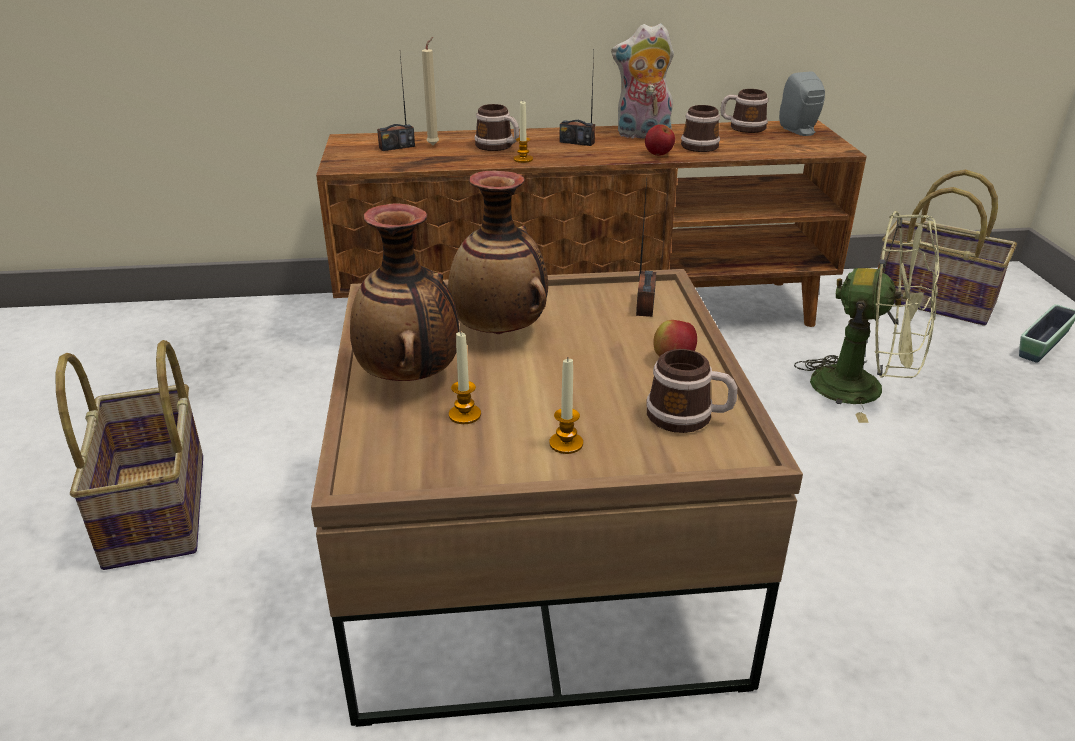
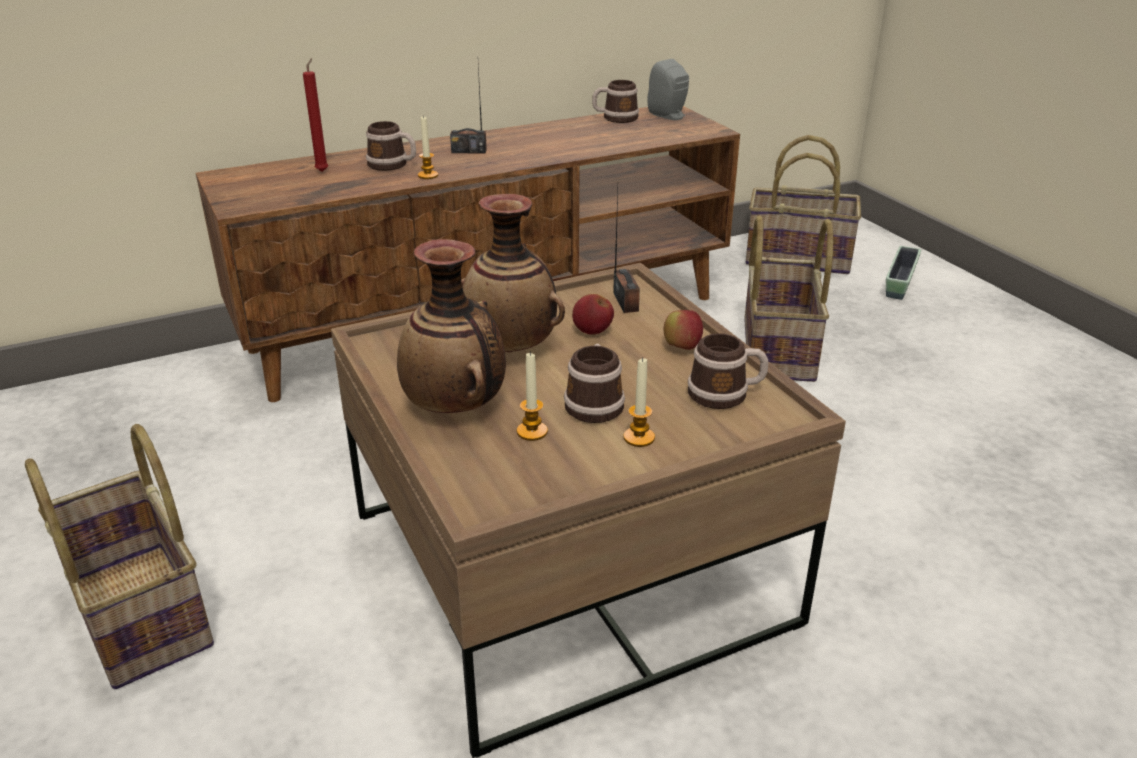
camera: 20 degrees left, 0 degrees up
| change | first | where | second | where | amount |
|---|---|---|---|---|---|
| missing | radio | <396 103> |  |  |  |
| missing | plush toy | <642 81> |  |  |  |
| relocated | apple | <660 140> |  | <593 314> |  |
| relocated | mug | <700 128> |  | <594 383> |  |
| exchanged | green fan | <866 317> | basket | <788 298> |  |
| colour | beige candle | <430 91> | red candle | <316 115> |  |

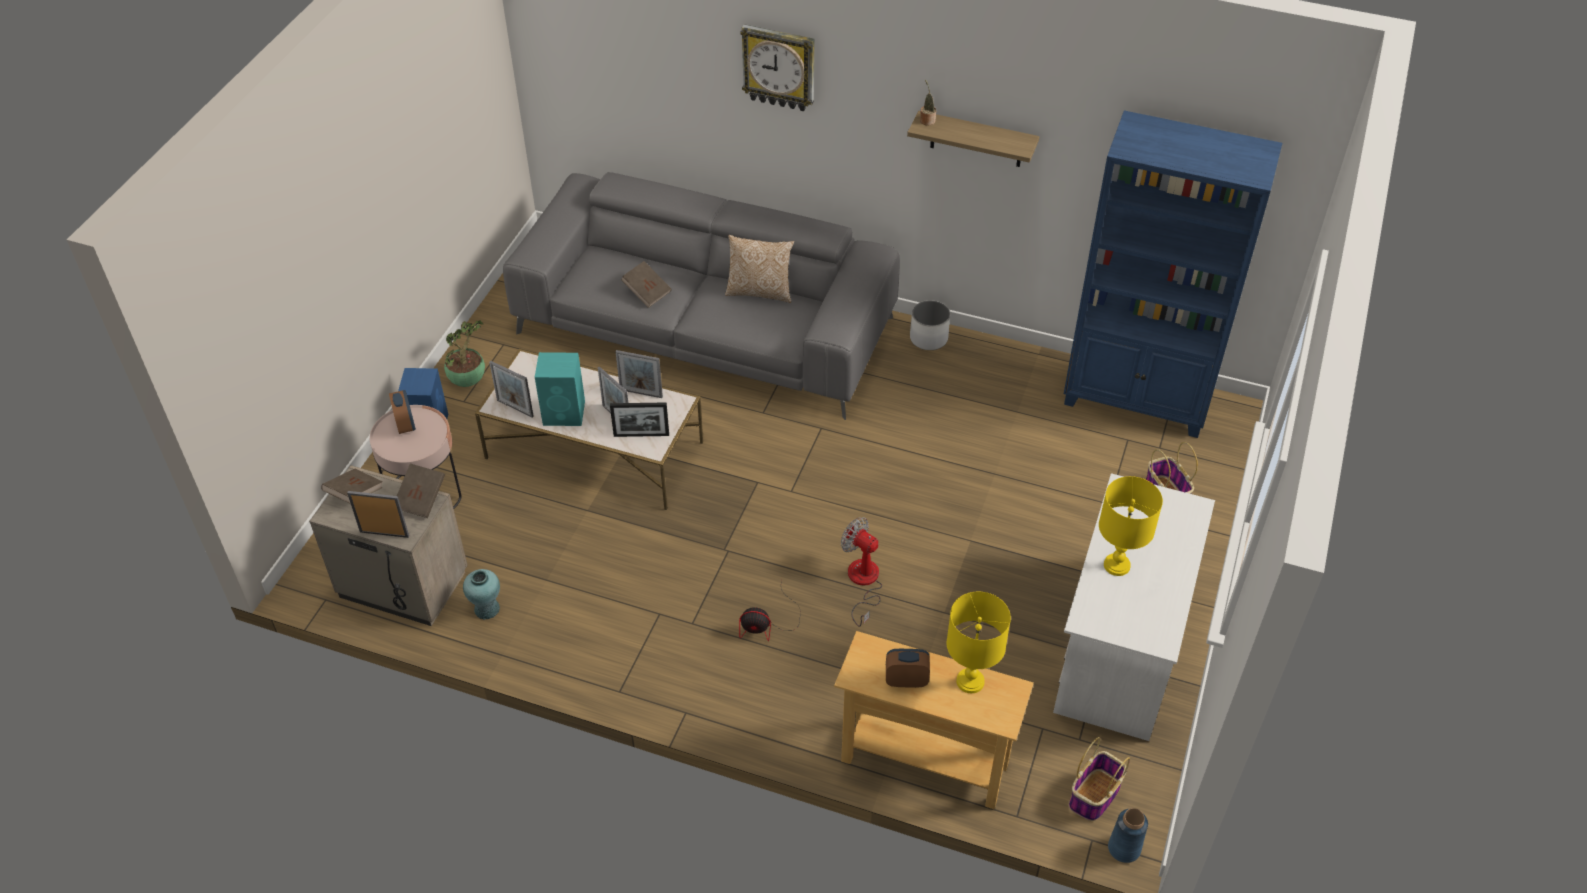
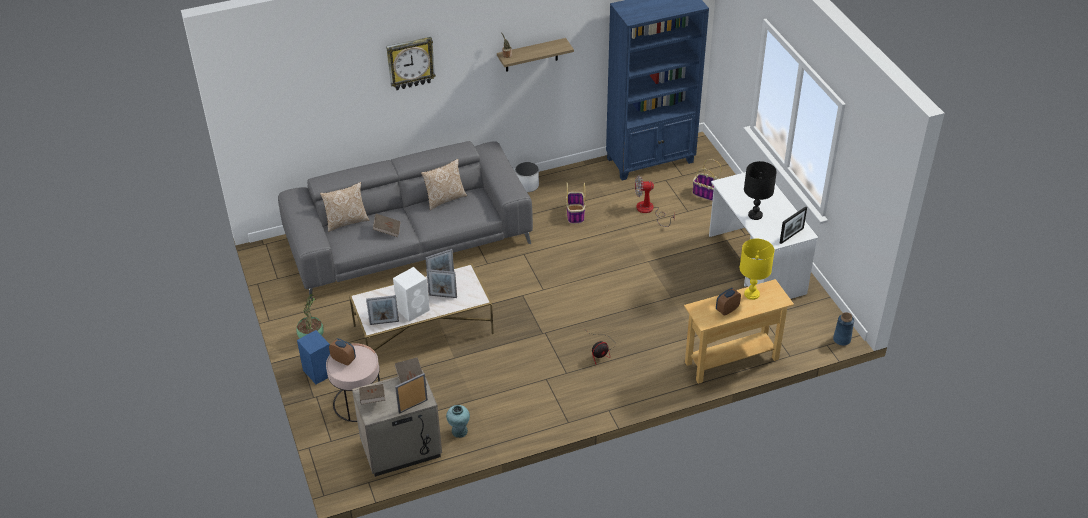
camera: 40 degrees left, 5 degrees down
| change | first | where | second | where | amount |
|---|---|---|---|---|---|
| appeared |  |  | pillow | <345 207> |  |
| relocated | picture frame | <639 419> |  | <793 225> |  |
| relocated | fan | <861 572> |  | <655 201> |  |
| relocated | basket | <1099 779> |  | <576 203> |  |
| colour | turquoise speaker | <560 389> | white speaker | <411 294> |  |
| colour | yellow table lamp | <1131 526> | black table lamp | <760 190> |  |

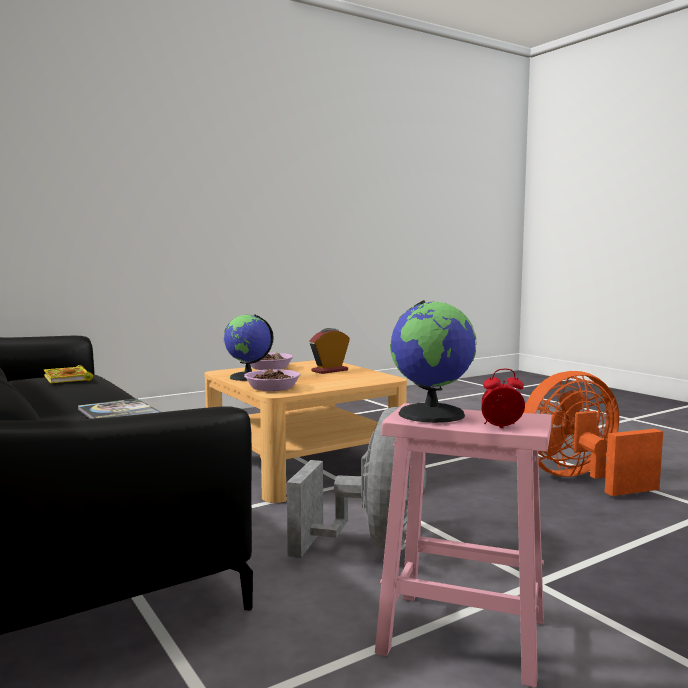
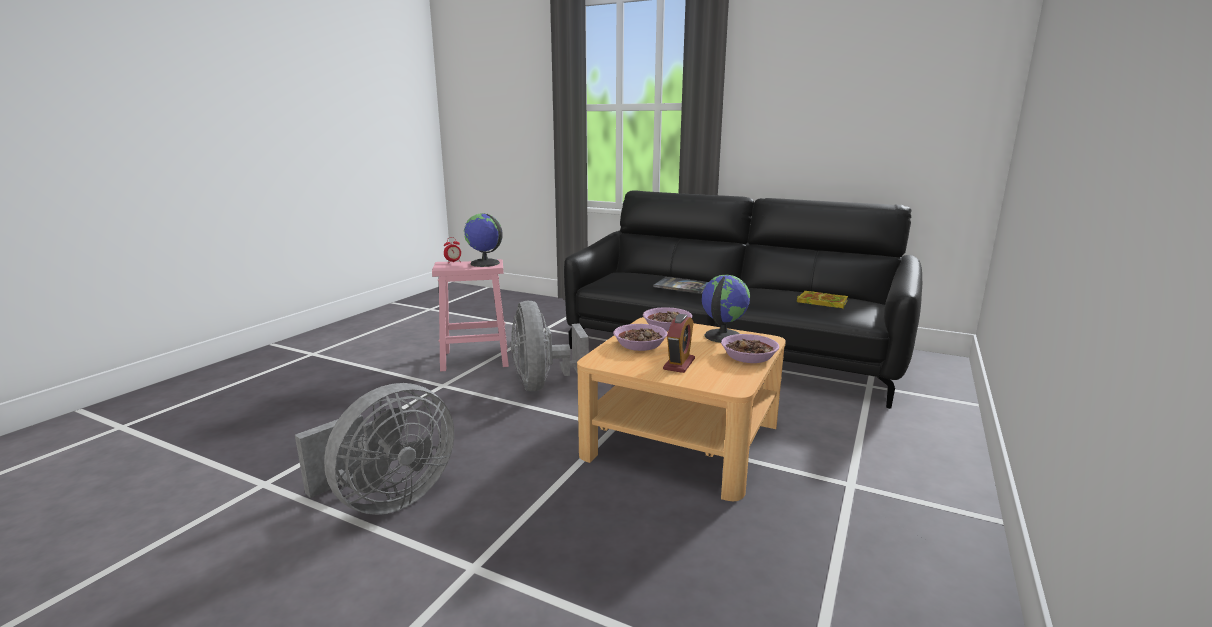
camera: 150 degrees right, 10 degrees up
| change | first | where | second | where | amount |
|---|---|---|---|---|---|
| appeared |  |  | bowl | <640 337> |  |
| colour | orange fan | <593 433> | grey fan | <374 449> |  |

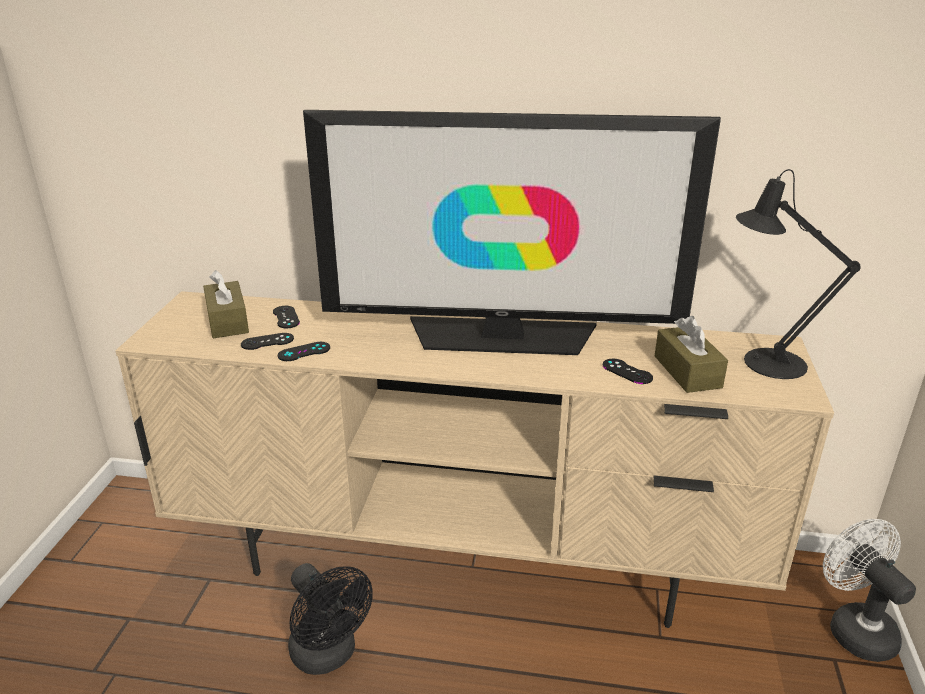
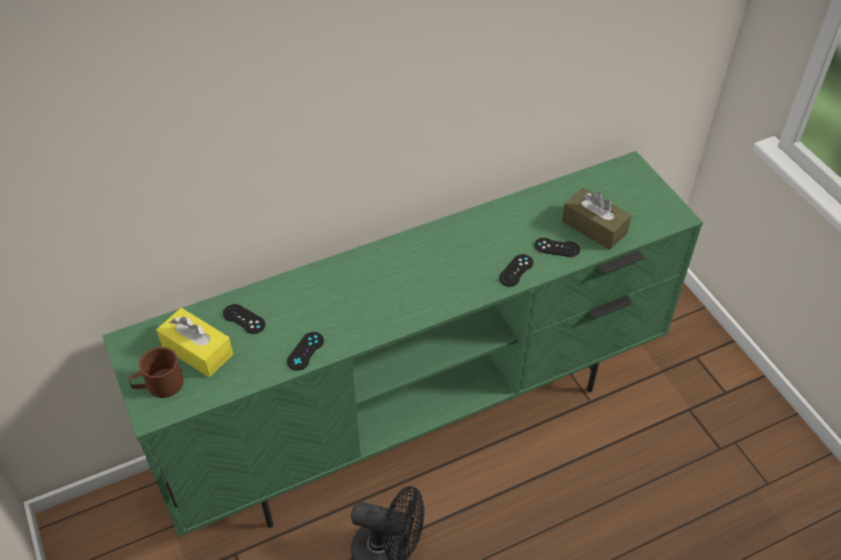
camera: 35 degrees left, 20 degrees up
| change | first | where | second | where | amount |
|---|---|---|---|---|---|
| missing | television | <512 232> |  |  |  |
| missing | black table lamp | <798 274> |  |  |  |
| missing | white fan | <869 590> |  |  |  |
| appeared |  |  | brown mug | <156 372> |  |
| relocated | black game controller | <267 341> |  | <516 270> |  |
| colour | beige tv stand | <474 459> | green tv stand | <403 344> |  |
| colour | brown tissue box | <226 304> | yellow tissue box | <194 342> |  |

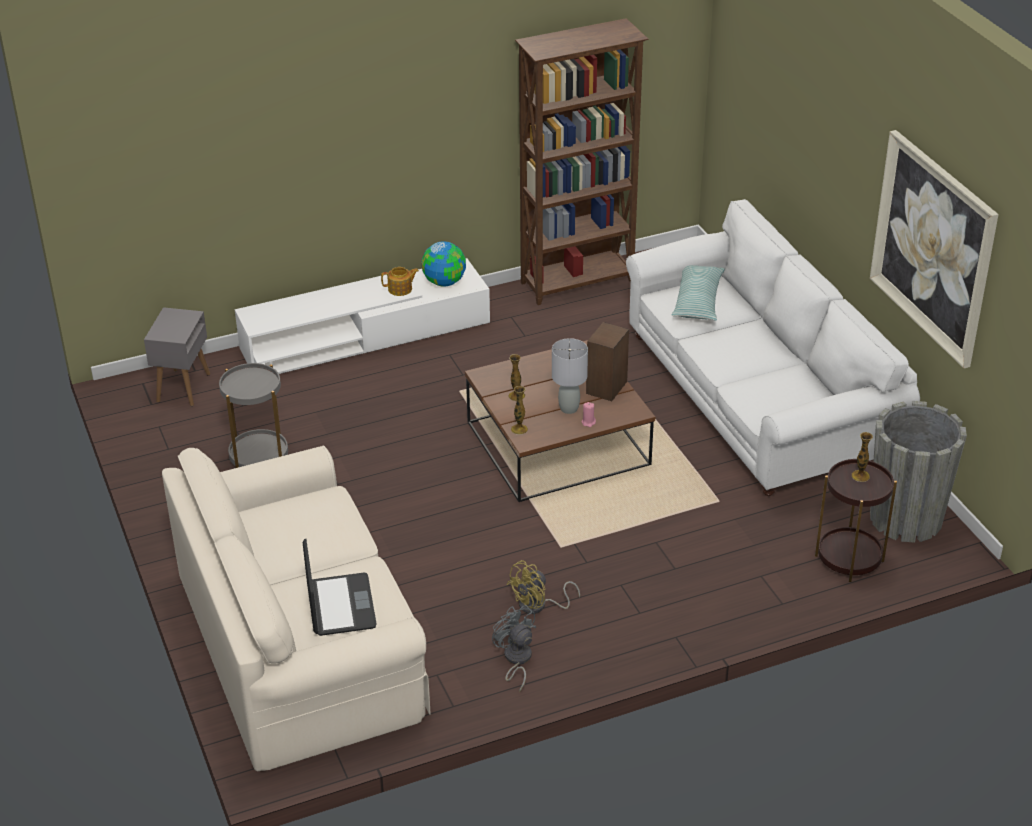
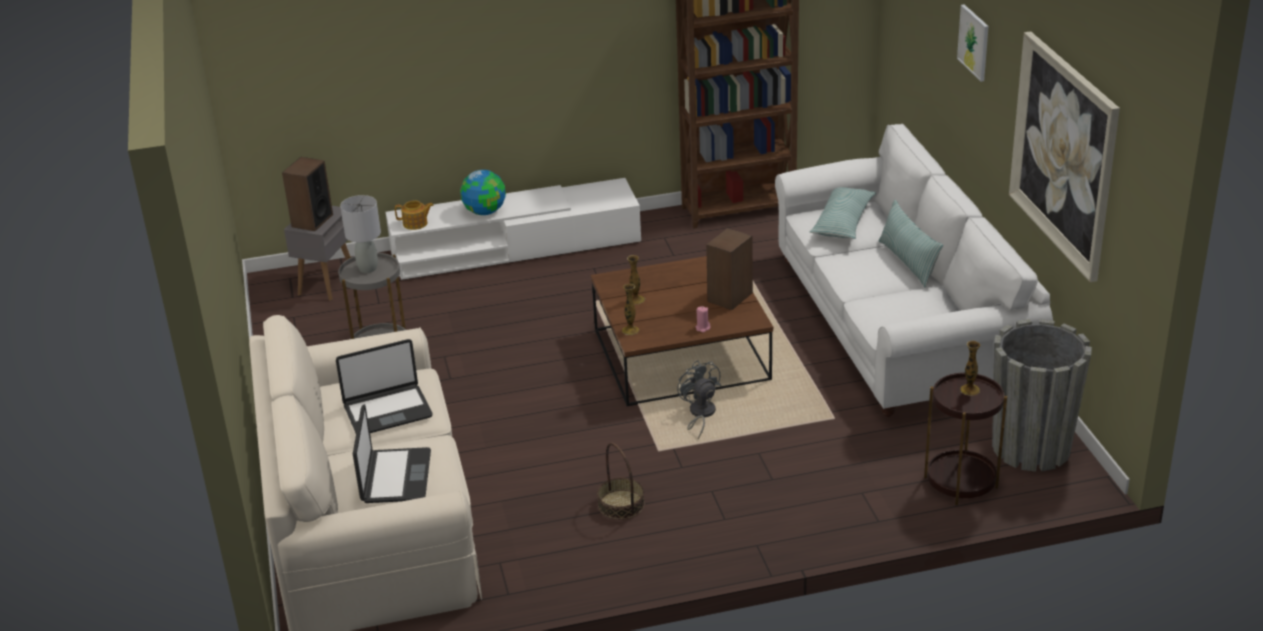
camera: 10 degrees right, 5 degrees down
| change | first | where | second | where | amount |
|---|---|---|---|---|---|
| appeared |  |  | speaker | <307 194> |  |
| appeared |  |  | laptop | <384 386> |  |
| appeared |  |  | pillow | <911 244> |  |
| appeared |  |  | picture | <973 43> |  |
| relocated | teapot | <400 281> |  | <414 215> |  |
| relocated | globe | <444 263> |  | <483 192> |  |
| relocated | grey fan | <514 648> |  | <699 399> |  |
| relocated | grey table lamp | <570 376> |  | <360 234> |  |
| exchanged | yellow fan | <543 587> | basket | <621 481> |  |

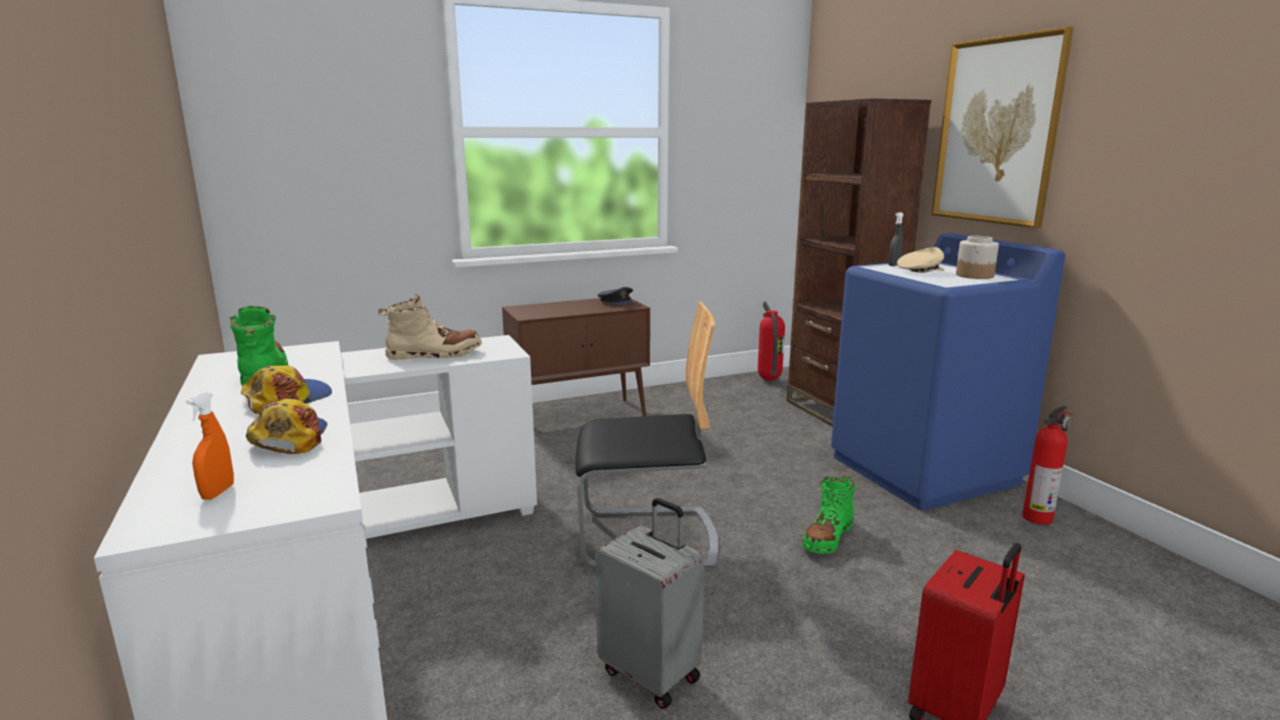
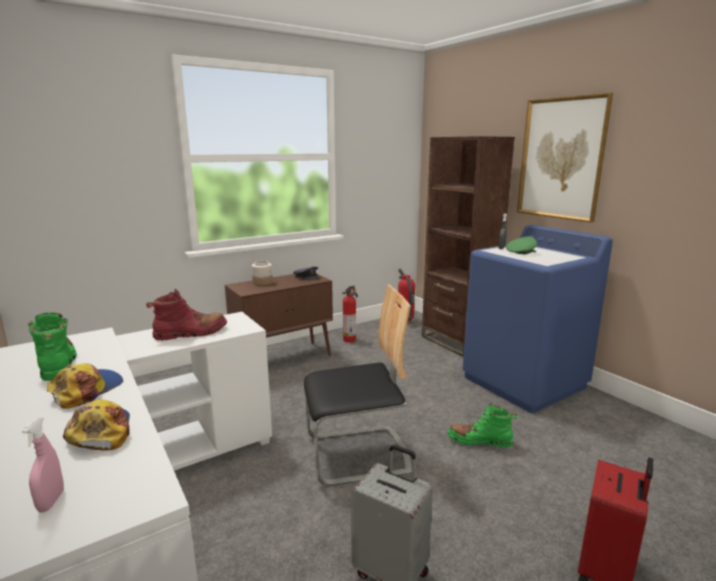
camera: 10 degrees left, 0 degrees up
| change | first | where | second | where | amount |
|---|---|---|---|---|---|
| relocated | jar | <977 257> |  | <262 272> |  |
| relocated | fire extinguisher | <1047 465> |  | <350 314> |  |
| colour | orange spray bottle | <210 446> | pink spray bottle | <43 465> |  |
| colour | beige boot | <430 327> | red boot | <186 315> |  |
| colour | beige cap | <920 260> | green cap | <521 245> |  |
| spun | green boot | <829 515> |  | <482 425> | 75 degrees clockwise |

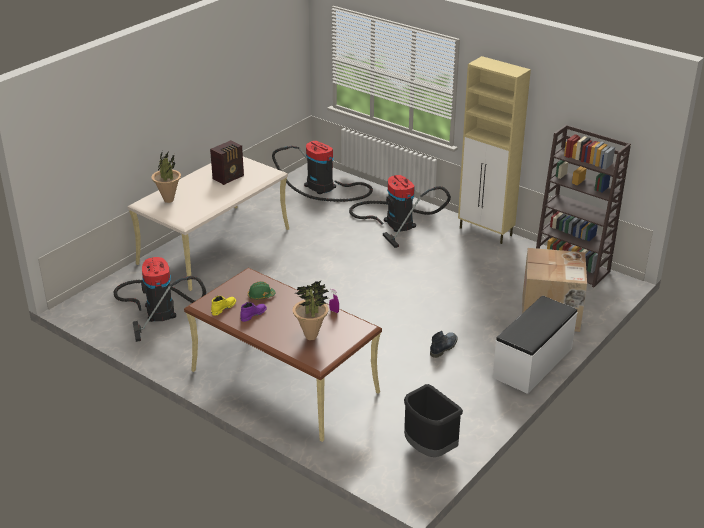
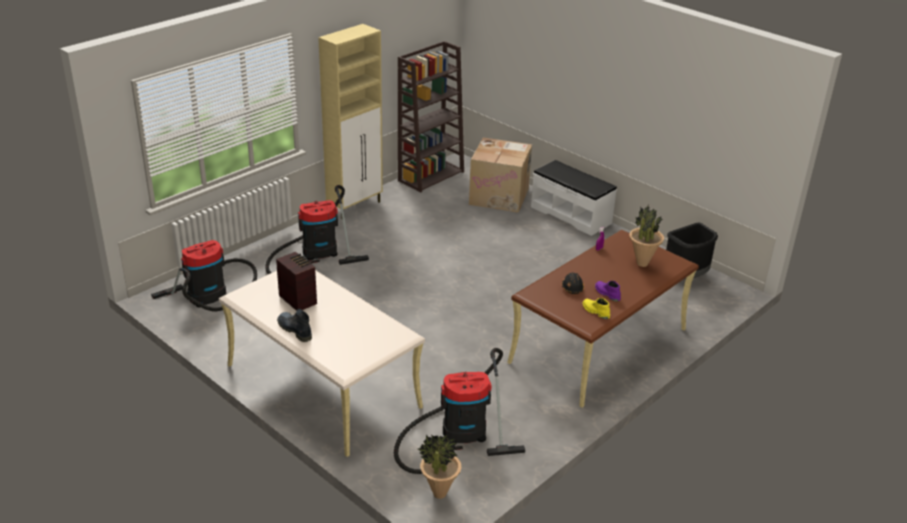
camera: 85 degrees left, 0 degrees up
| change | first | where | second | where | amount |
|---|---|---|---|---|---|
| relocated | potted plant | <166 176> |  | <440 466> |  |
| relocated | boot | <444 344> |  | <294 325> |  |
| colour | green hard hat | <261 290> | black hard hat | <573 283> |  |

